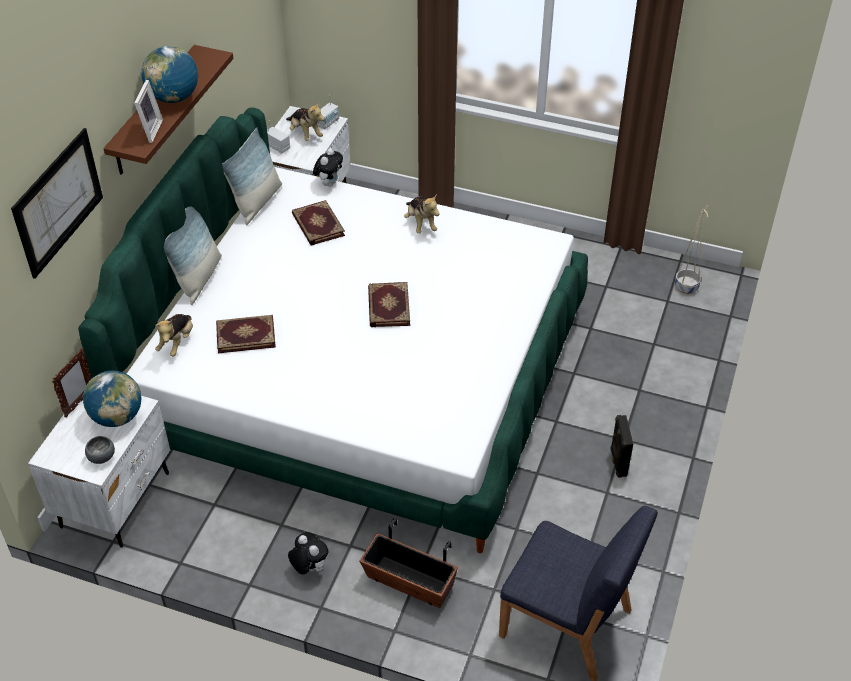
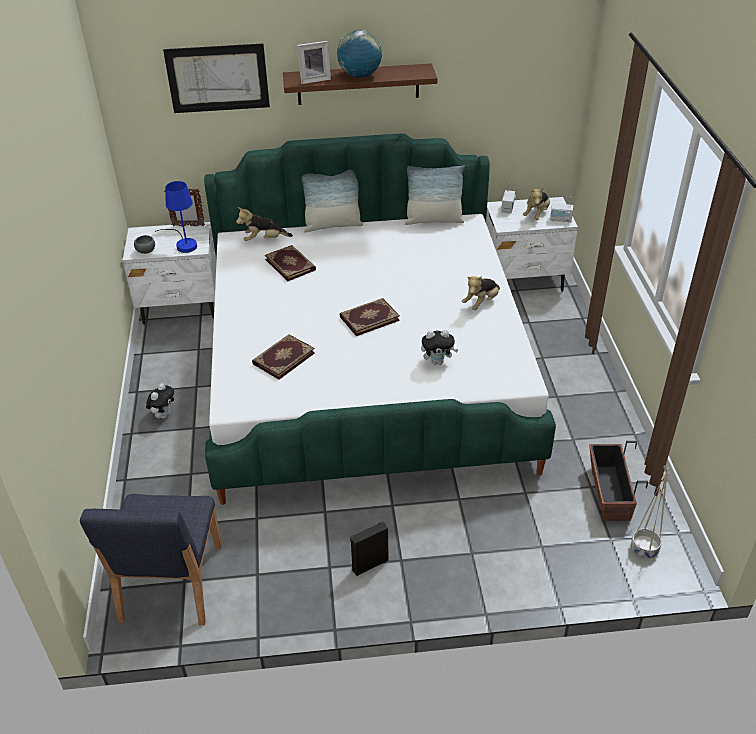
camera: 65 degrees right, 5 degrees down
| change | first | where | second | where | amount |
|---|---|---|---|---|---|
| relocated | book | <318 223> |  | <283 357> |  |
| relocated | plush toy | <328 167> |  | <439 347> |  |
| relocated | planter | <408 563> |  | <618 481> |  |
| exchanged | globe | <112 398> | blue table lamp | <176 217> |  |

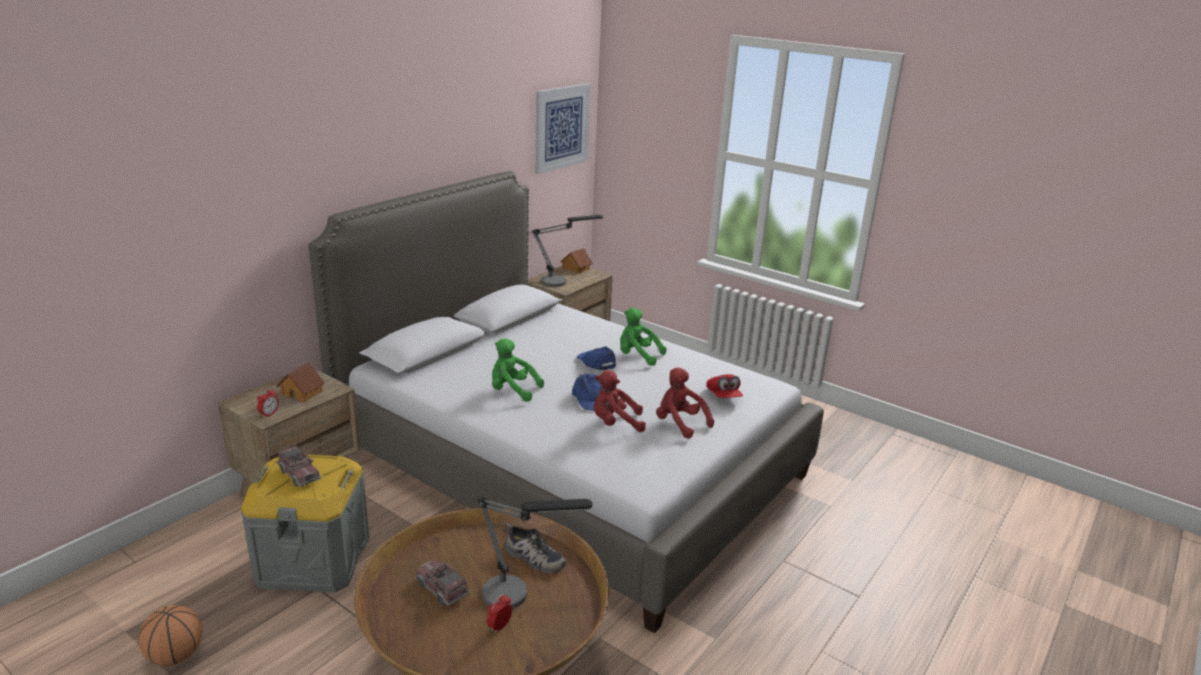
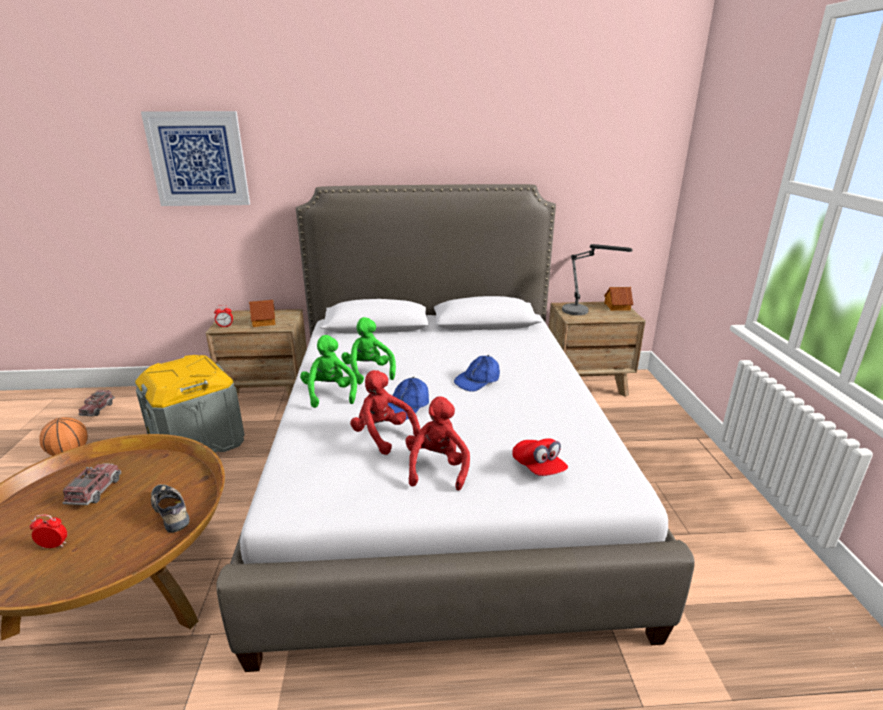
camera: 50 degrees right, 0 degrees up
| change | first | where | second | where | amount |
|---|---|---|---|---|---|
| missing | table lamp | <535 553> |  |  |  |
| relocated | toy truck | <299 466> |  | <96 402> |  |
| relocated | picture | <563 128> |  | <195 158> |  |
| relocated | green plush toy | <643 337> |  | <328 371> |  |
| spun | shoe | <535 548> |  | <170 508> | 150 degrees clockwise |
| spun | blue cap | <596 358> |  | <477 373> | 150 degrees counterclockwise |
| spun | red cap | <724 386> |  | <540 457> | 60 degrees counterclockwise |

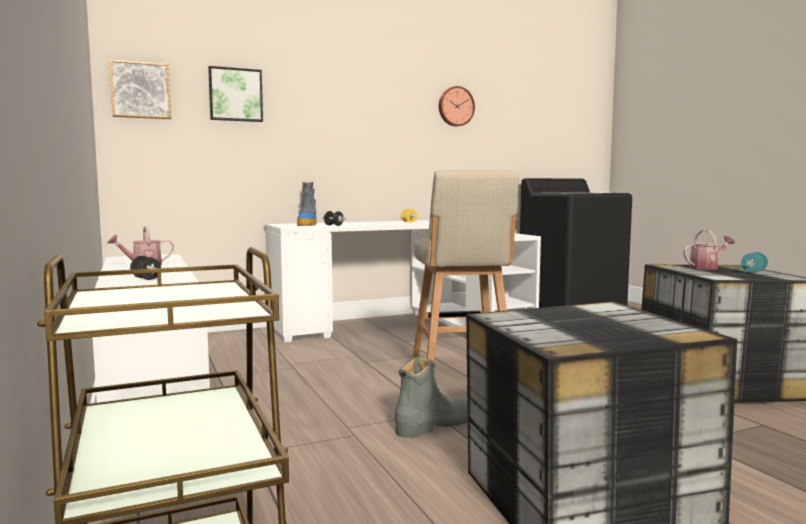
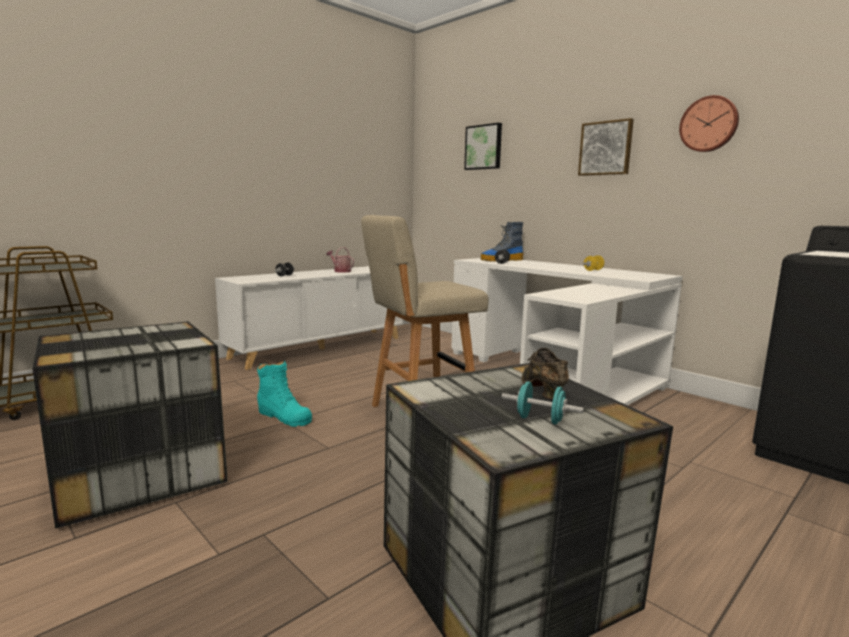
camera: 70 degrees right, 5 degrees up
| change | first | where | second | where | amount |
|---|---|---|---|---|---|
| relocated | picture | <140 89> |  | <606 147> |  |
| exchanged | watering can | <709 250> | brown shoe | <545 373> |  |
| colour | grey boot | <431 397> | turquoise boot | <284 394> |  |

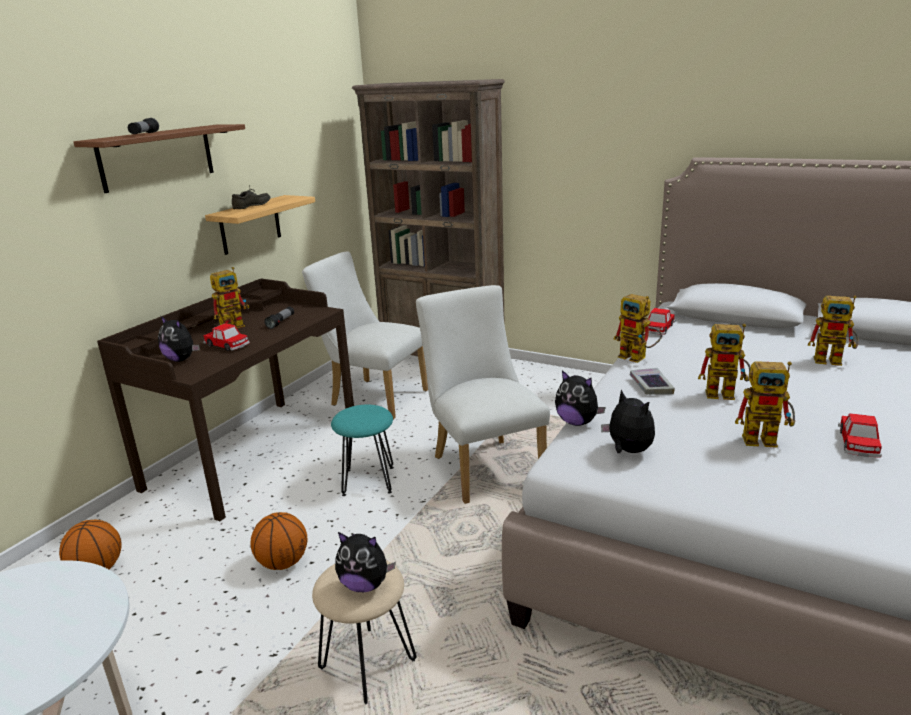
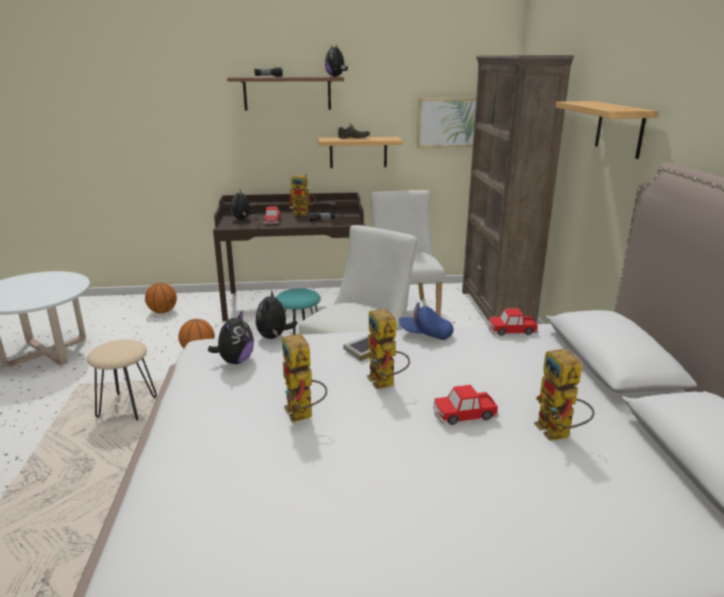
camera: 55 degrees right, 0 degrees up
| change | first | where | second | where | amount |
|---|---|---|---|---|---|
| appeared |  |  | picture | <446 123> |  |
| appeared |  |  | shelf | <606 130> |  |
| relocated | plush toy | <365 562> |  | <336 61> |  |
| relocated | toy car | <860 435> |  | <466 405> |  |
| exchanged | toy robot | <637 328> | blue cap | <426 321> |  |

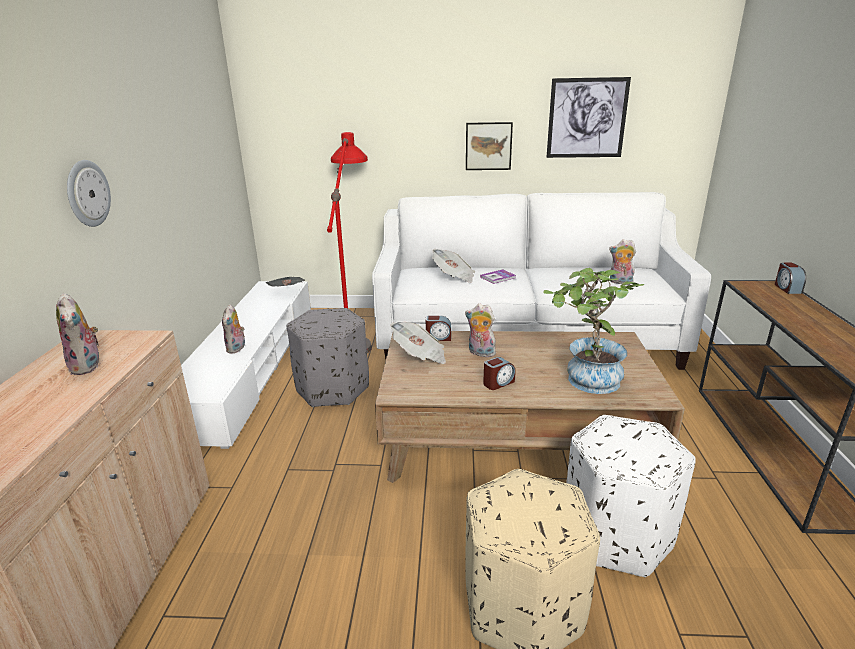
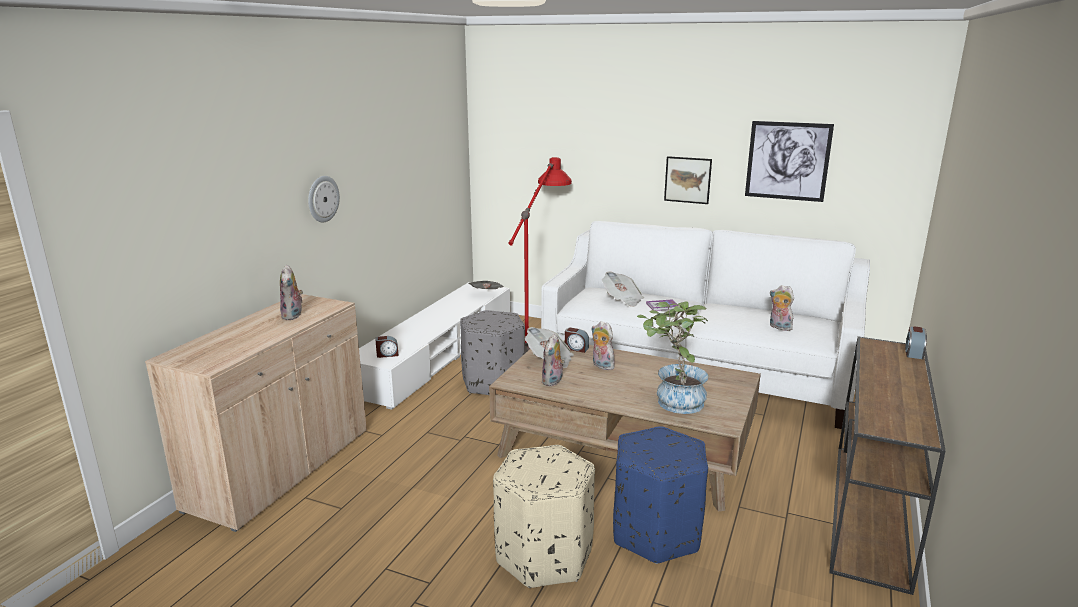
camera: 20 degrees right, 5 degrees down
| change | first | where | second | where | amount |
|---|---|---|---|---|---|
| relocated | plush toy | <233 329> |  | <553 360> |  |
| relocated | alarm clock | <499 373> |  | <386 347> |  |
| colour | white ottoman | <631 496> | blue ottoman | <660 495> |  |

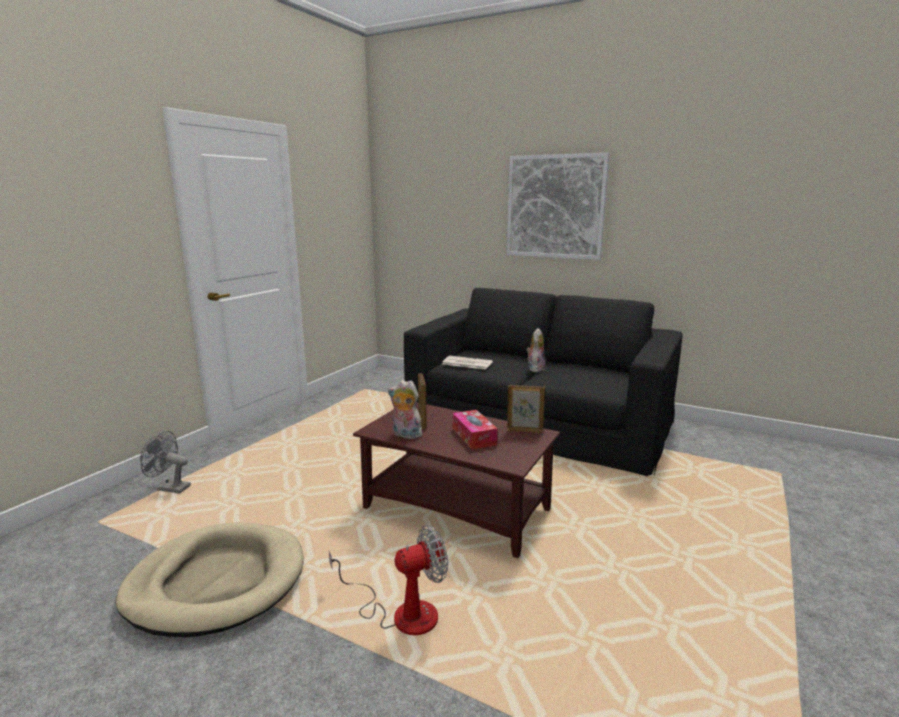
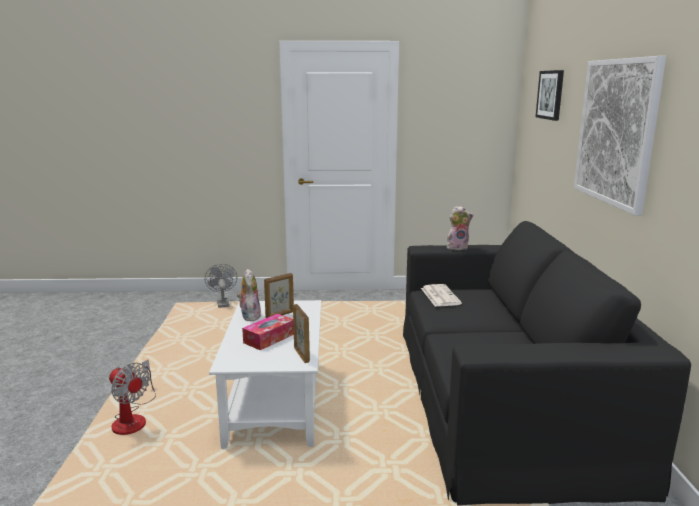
camera: 60 degrees right, 0 degrees up
| change | first | where | second | where | amount |
|---|---|---|---|---|---|
| missing | beige dog bed | <209 579> |  |  |  |
| appeared |  |  | picture | <549 95> |  |
| relocated | plush toy | <535 350> |  | <460 228> |  |
| colour | brown coffee table | <456 480> | white coffee table | <265 374> |  |

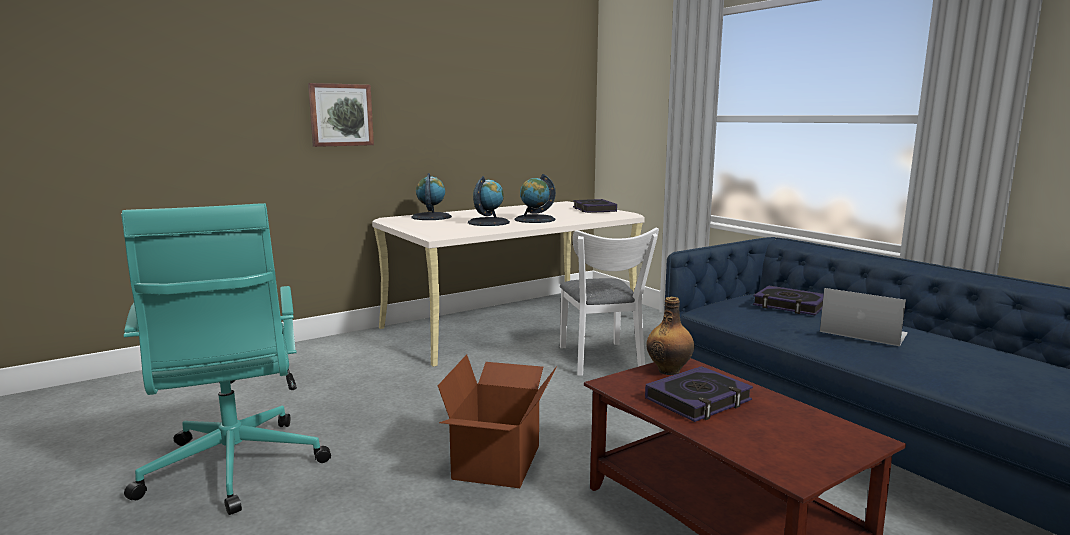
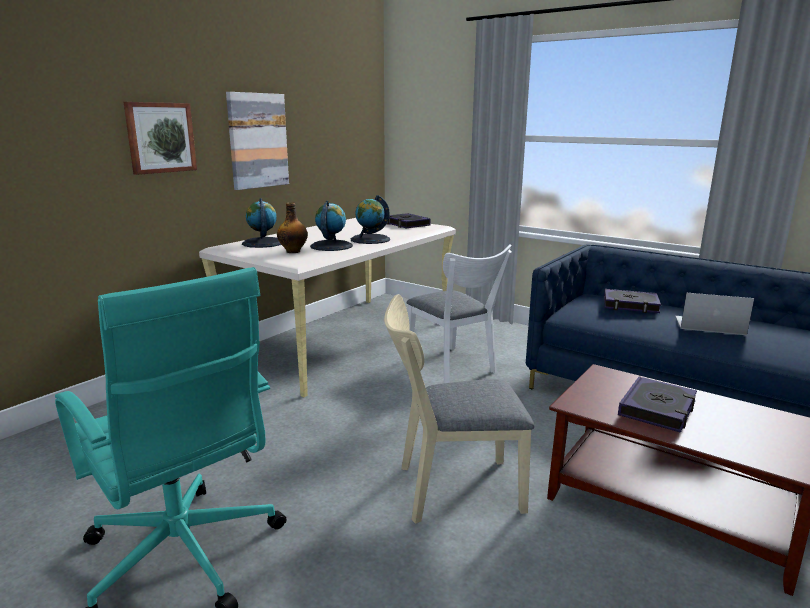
camera: 20 degrees left, 5 degrees up
| change | first | where | second | where | amount |
|---|---|---|---|---|---|
| appeared |  |  | picture | <257 141> |  |
| relocated | bottle | <670 336> |  | <292 227> |  |
| exchanged | cardboard box | <497 421> | beige chair | <459 409> |  |

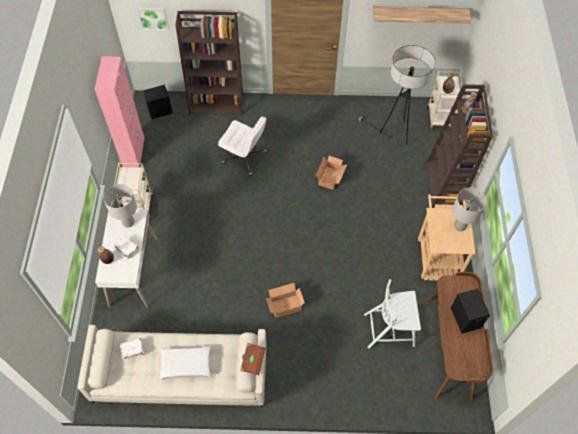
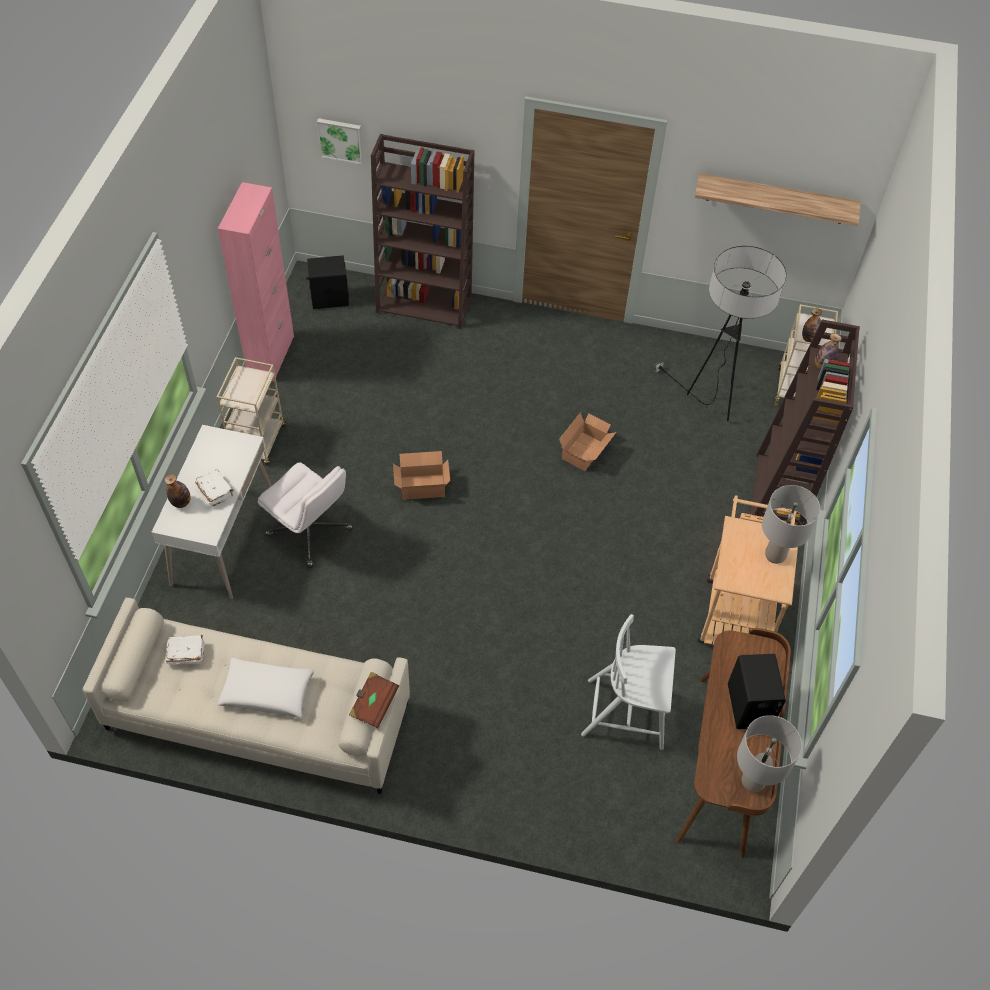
camera: 10 degrees right, 5 degrees down
| change | first | where | second | where | amount |
|---|---|---|---|---|---|
| relocated | grey table lamp | <120 206> |  | <769 754> |  |
| relocated | white office chair | <242 146> |  | <305 515> |  |
| relocated | cardboard box | <285 300> |  | <421 475> |  |

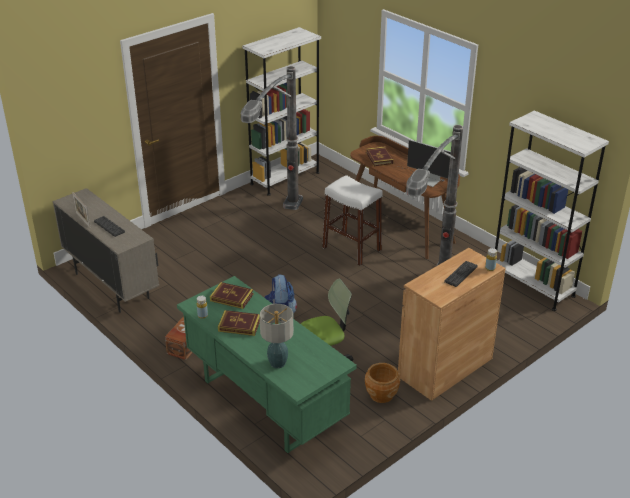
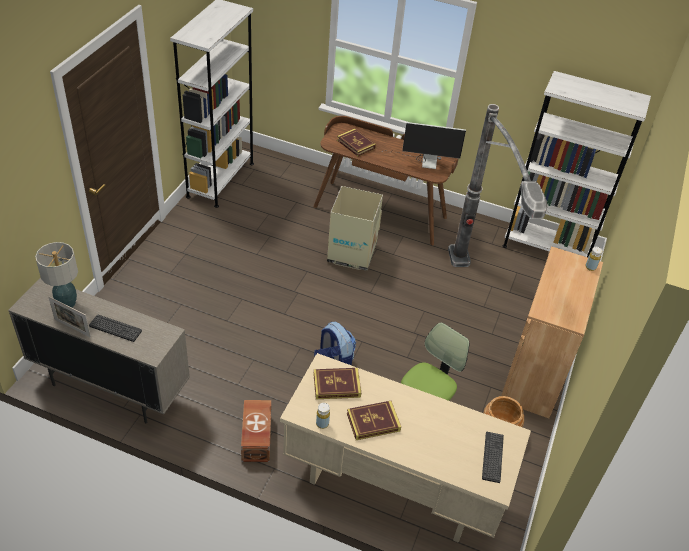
camera: 30 degrees left, 10 degrees up
| change | first | where | second | where | amount |
|---|---|---|---|---|---|
| missing | floor lamp | <272 138> |  |  |  |
| relocated | table lamp | <276 336> |  | <56 275> |  |
| relocated | keyboard | <461 274> |  | <493 457> |  |
| exchanged | white stool | <352 220> | cardboard box | <355 228> |  |
| colour | green desk | <267 364> | beige desk | <405 448> |  |

